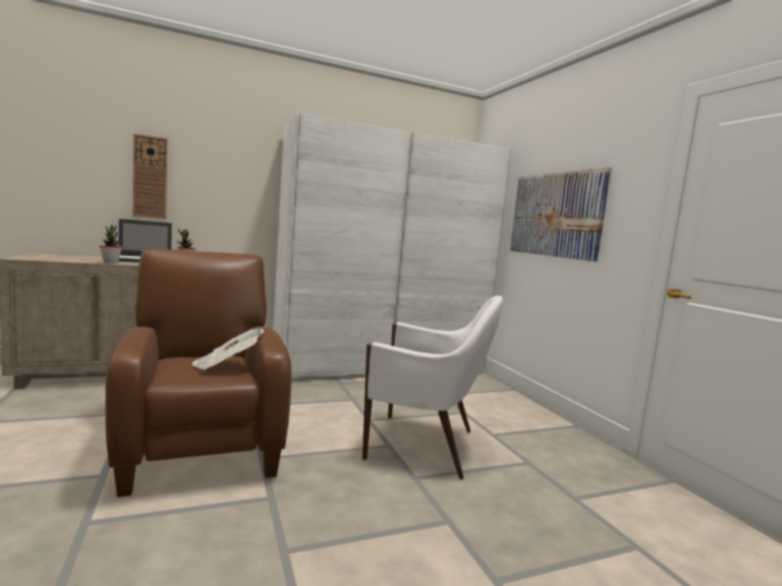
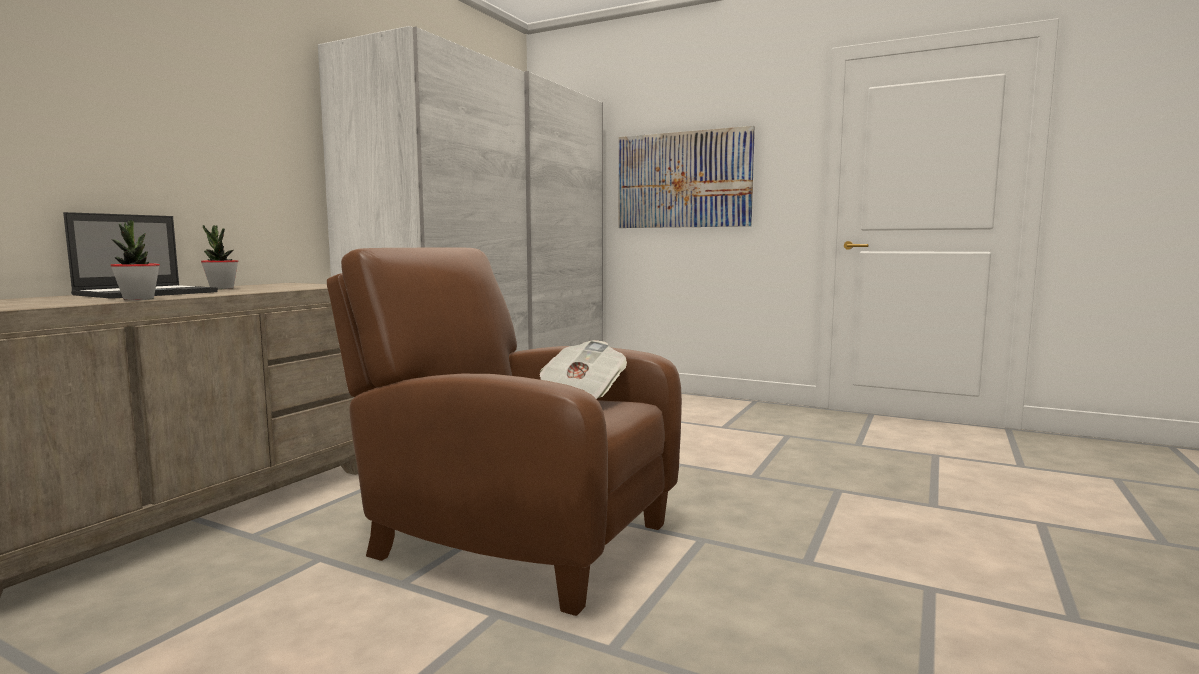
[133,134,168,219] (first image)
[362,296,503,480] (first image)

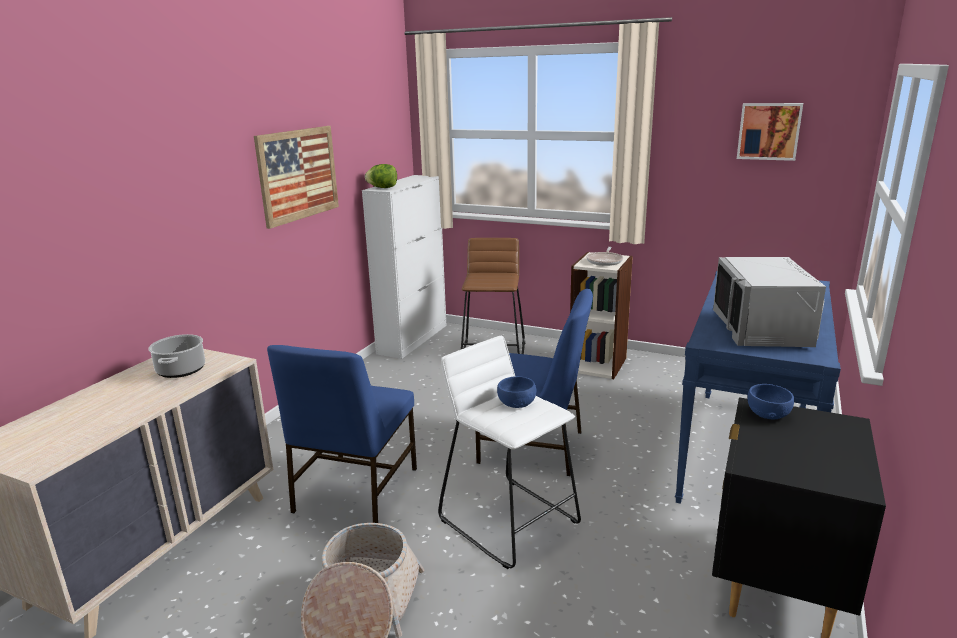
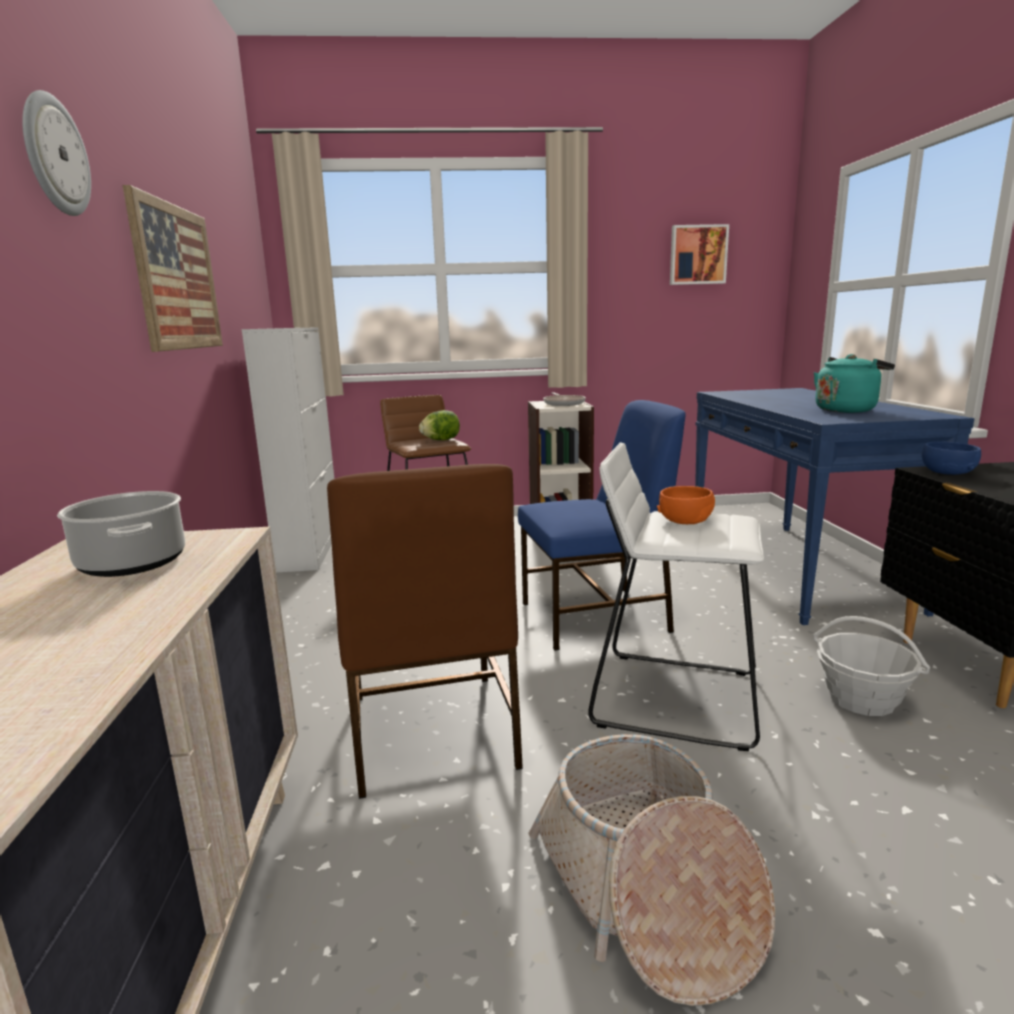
[419,410,460,440]
[814,354,895,413]
[327,464,523,799]
[657,486,715,524]
[22,90,91,216]
[813,616,930,716]

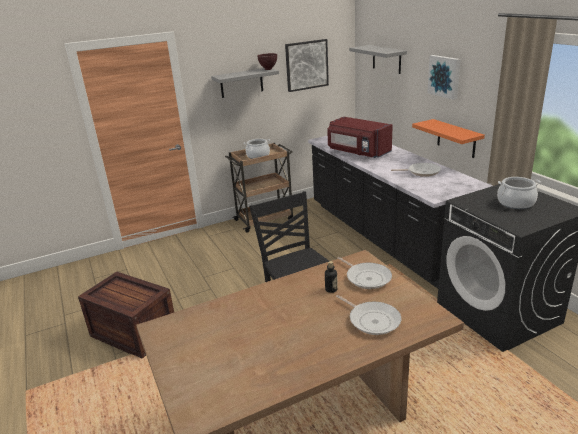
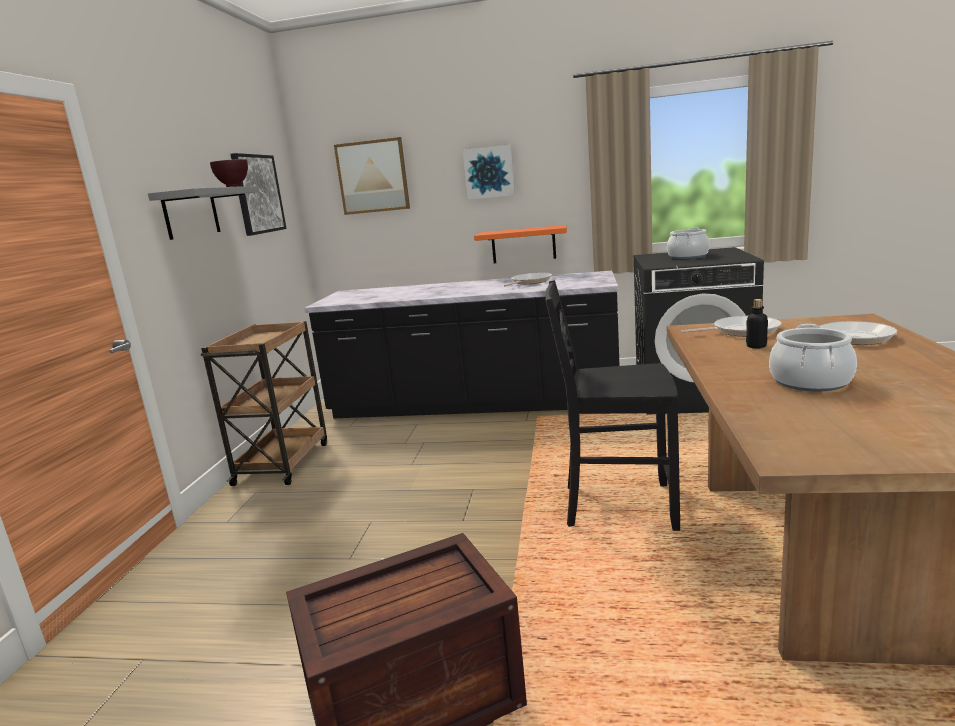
[334,137,410,215]
[327,117,393,158] (first image)
[769,324,857,391]

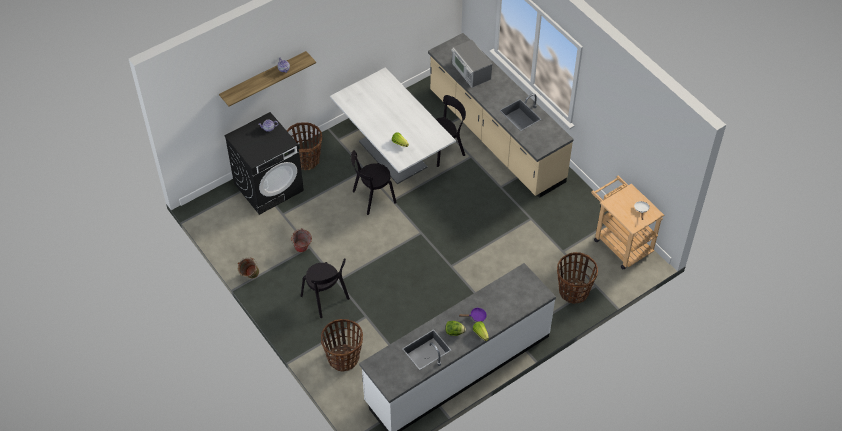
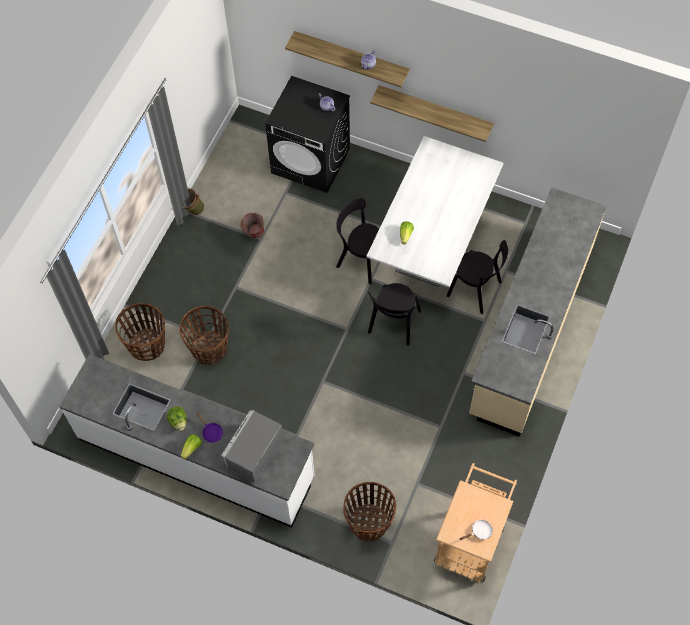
[222,410,283,483]
[179,306,229,365]
[368,283,421,346]
[370,85,494,142]

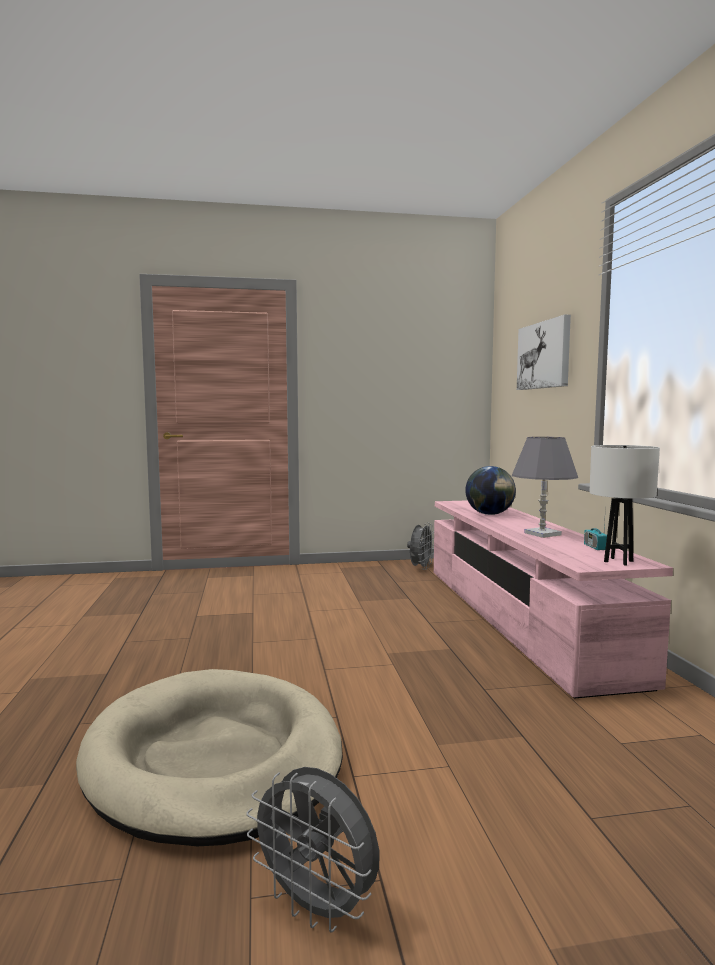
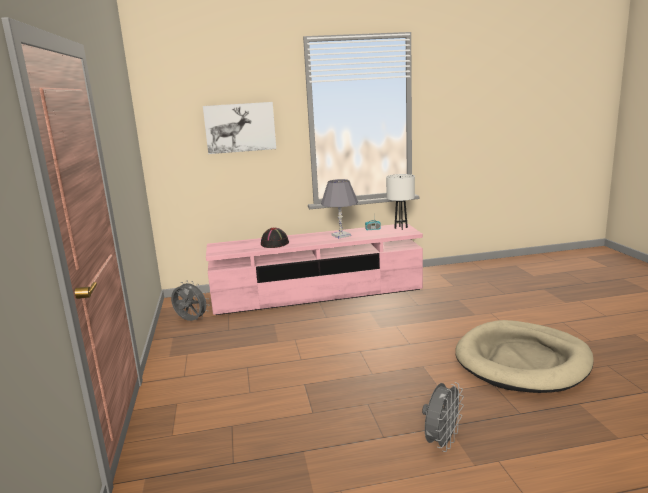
[261,228,289,248]
[422,382,464,452]

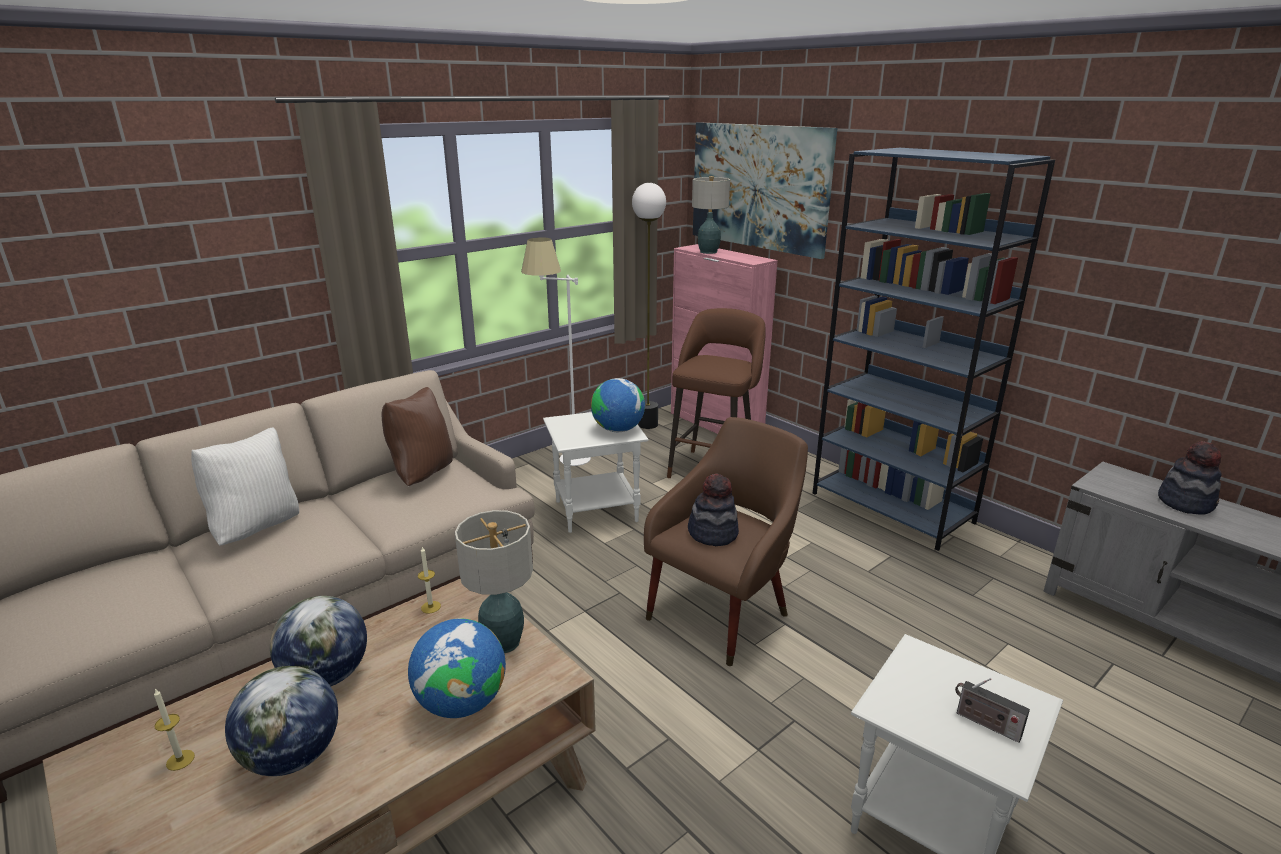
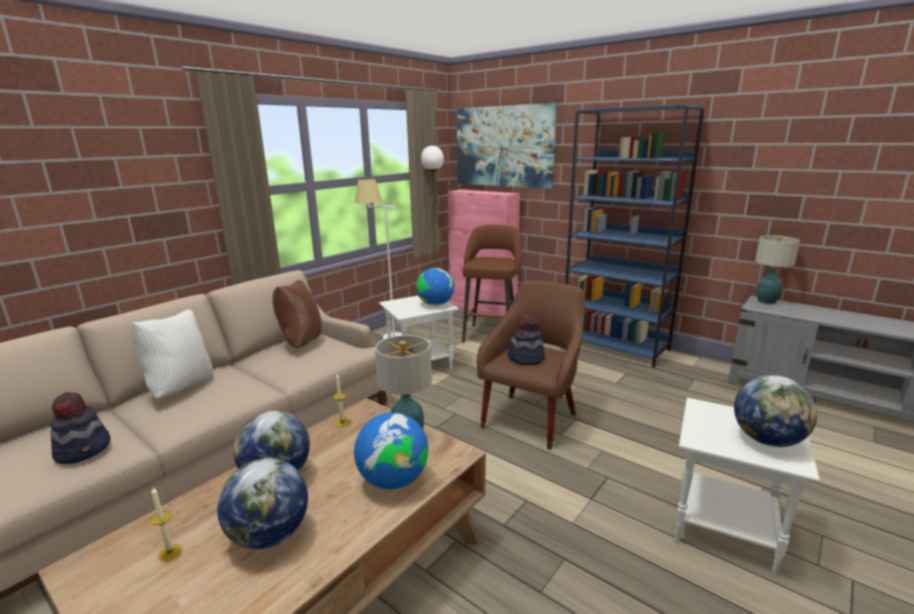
[755,236,800,304]
[50,392,111,464]
[734,375,817,447]

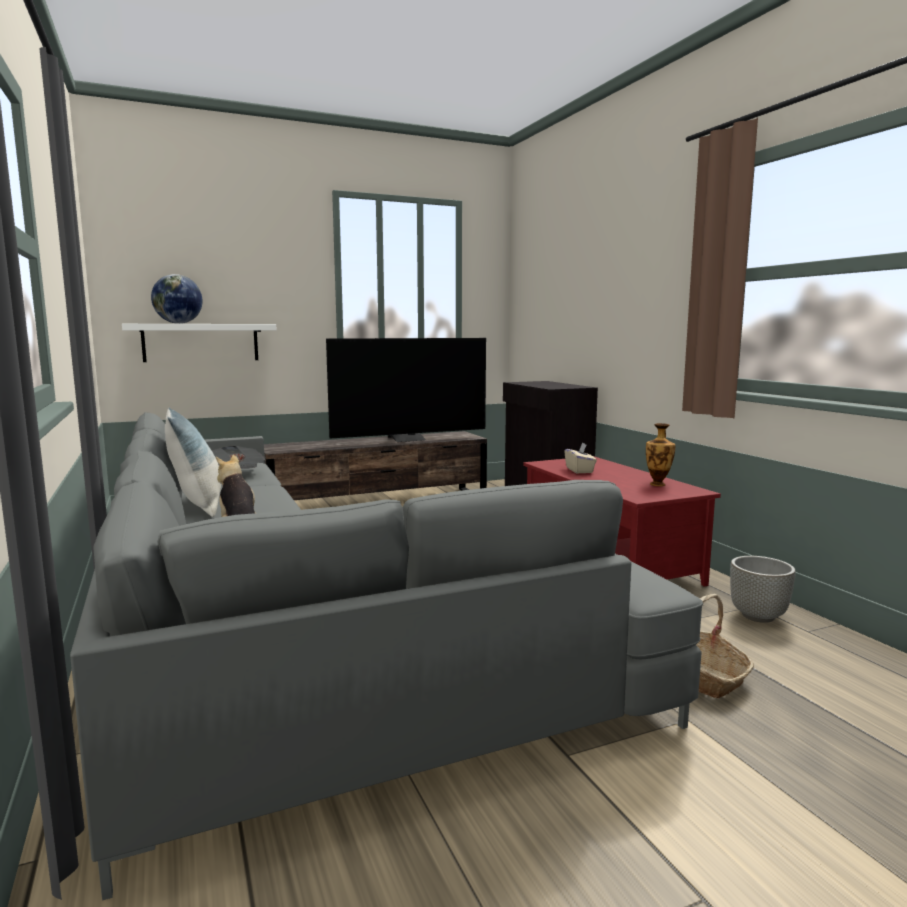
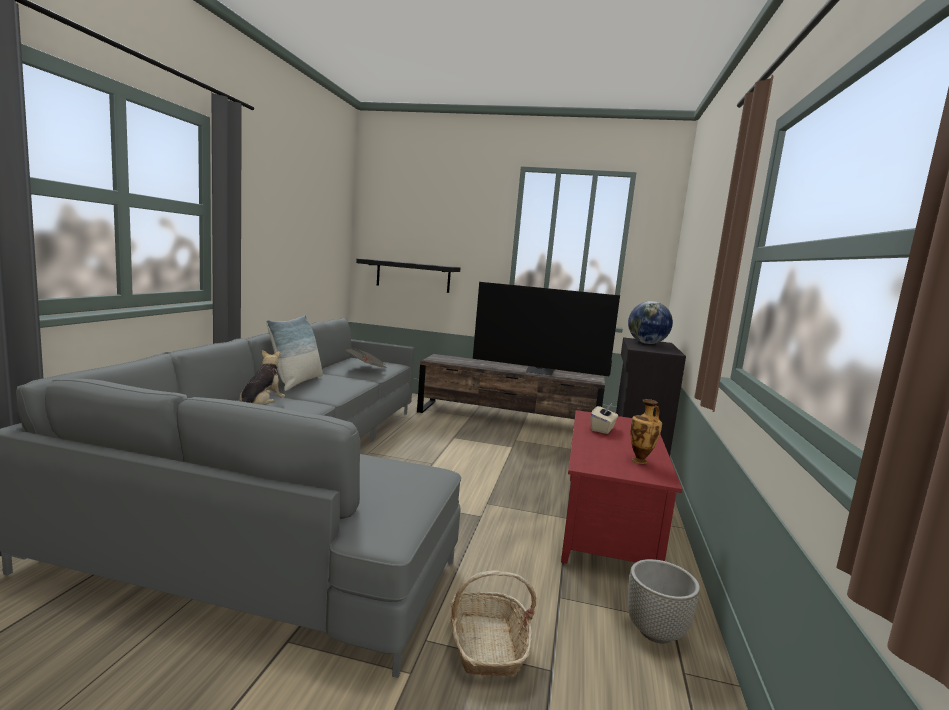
[628,301,673,344]
[356,259,460,293]

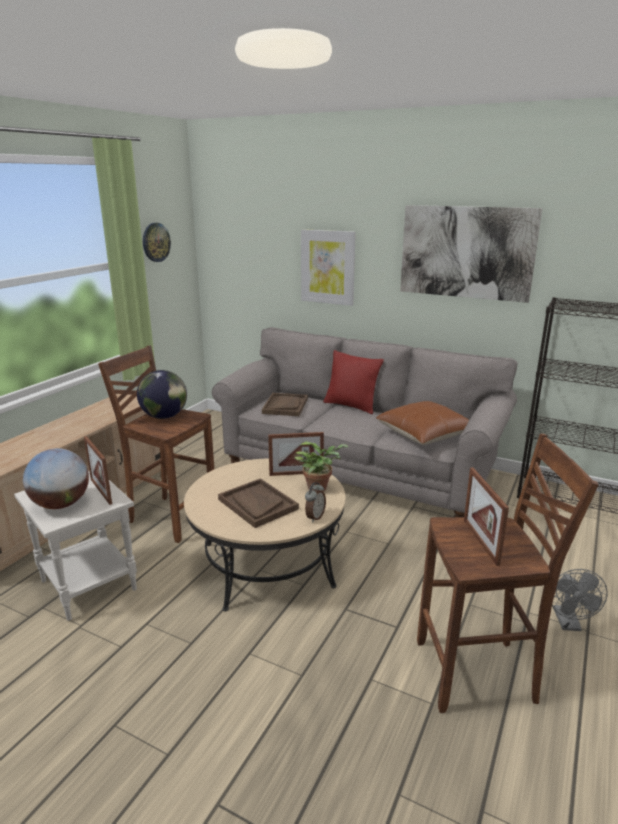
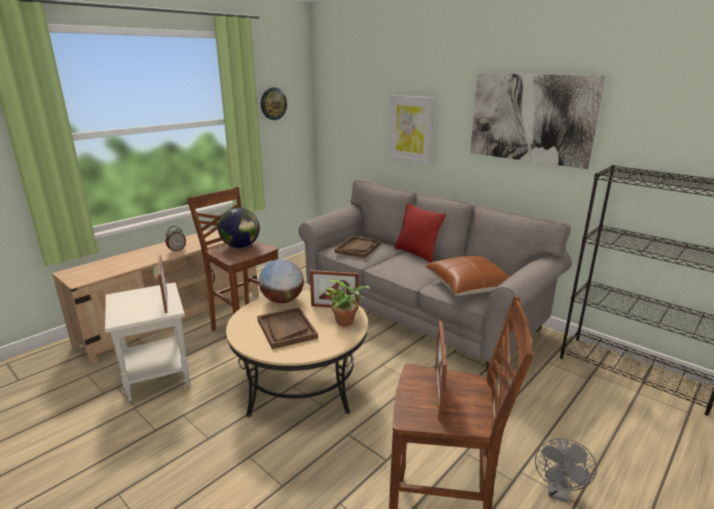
[259,259,304,303]
[165,226,186,252]

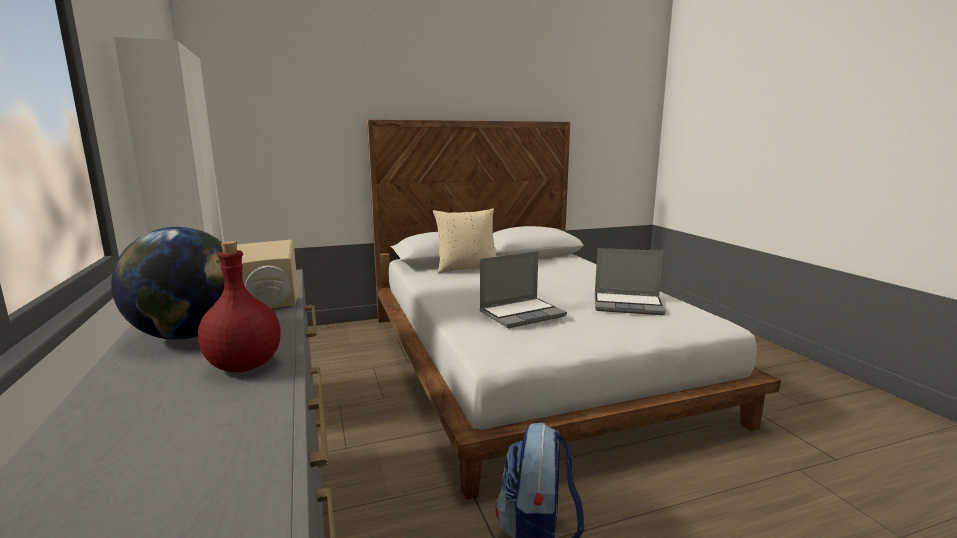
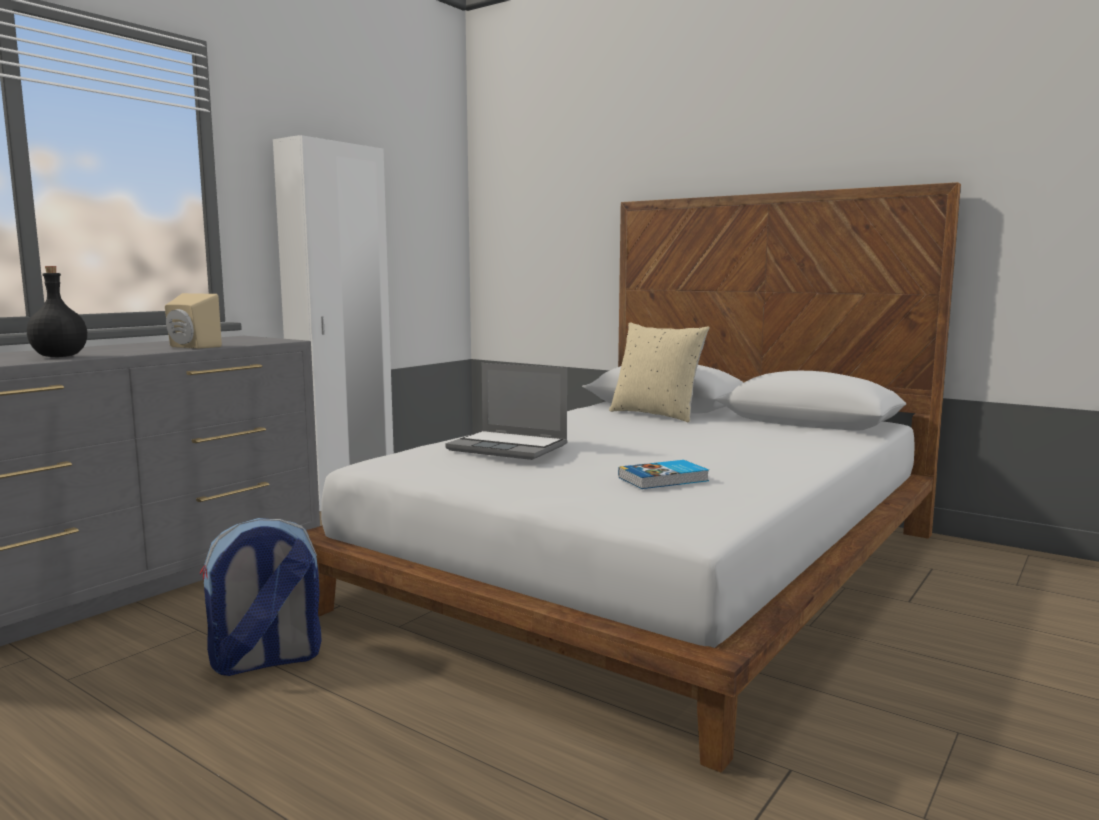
[111,227,225,340] (first image)
[27,266,87,357]
[618,460,709,489]

